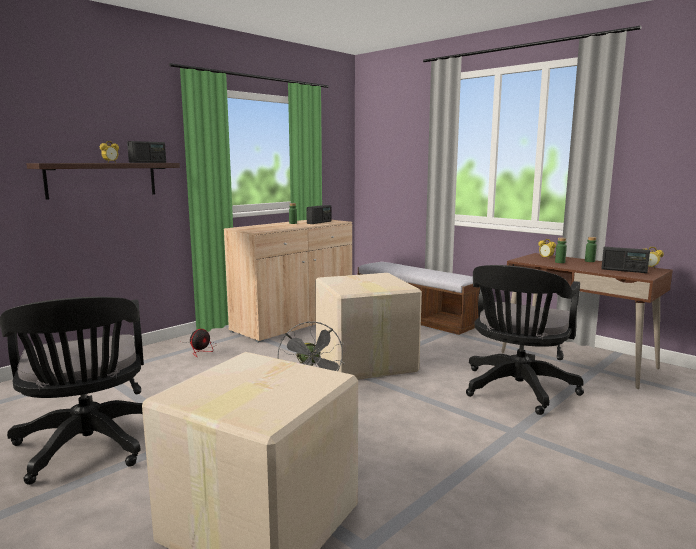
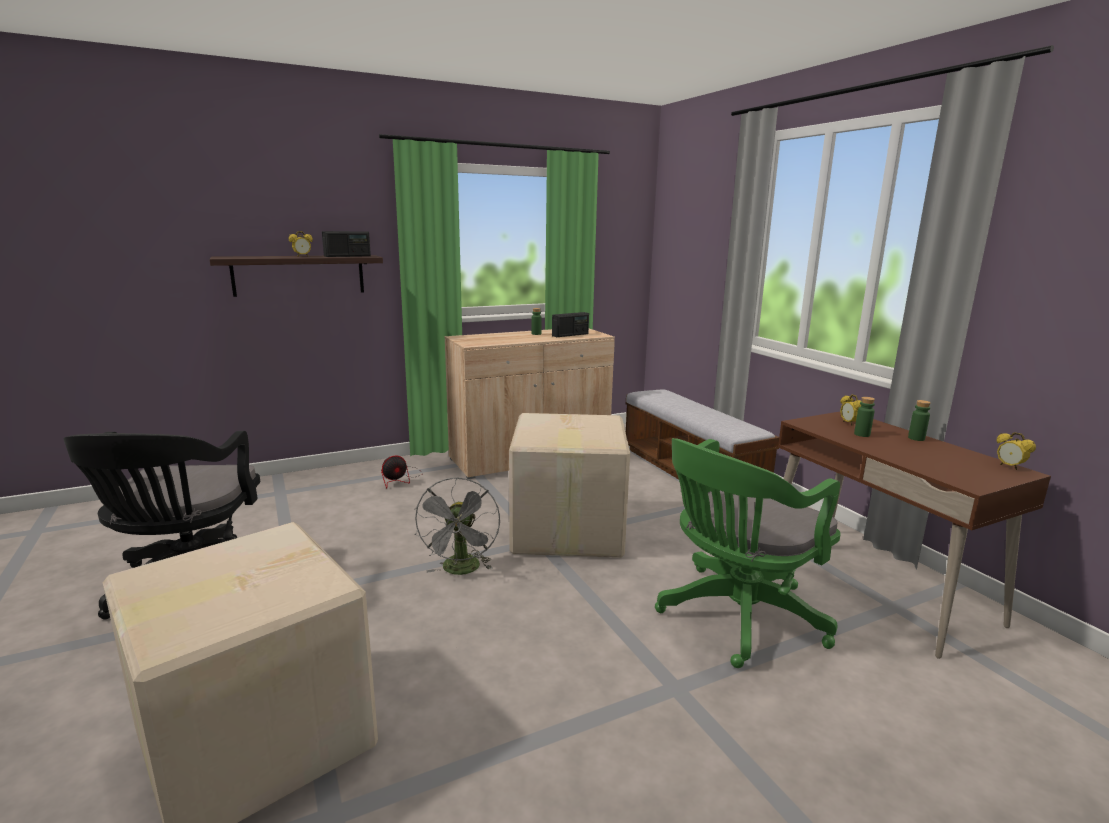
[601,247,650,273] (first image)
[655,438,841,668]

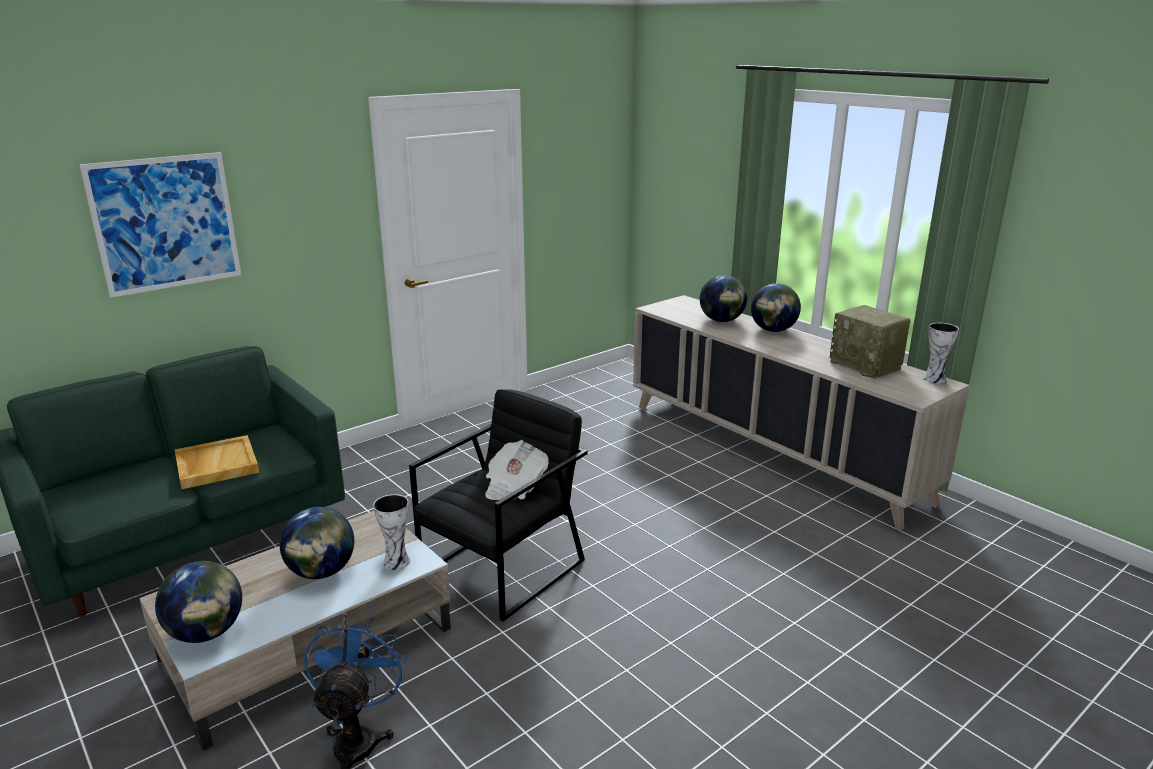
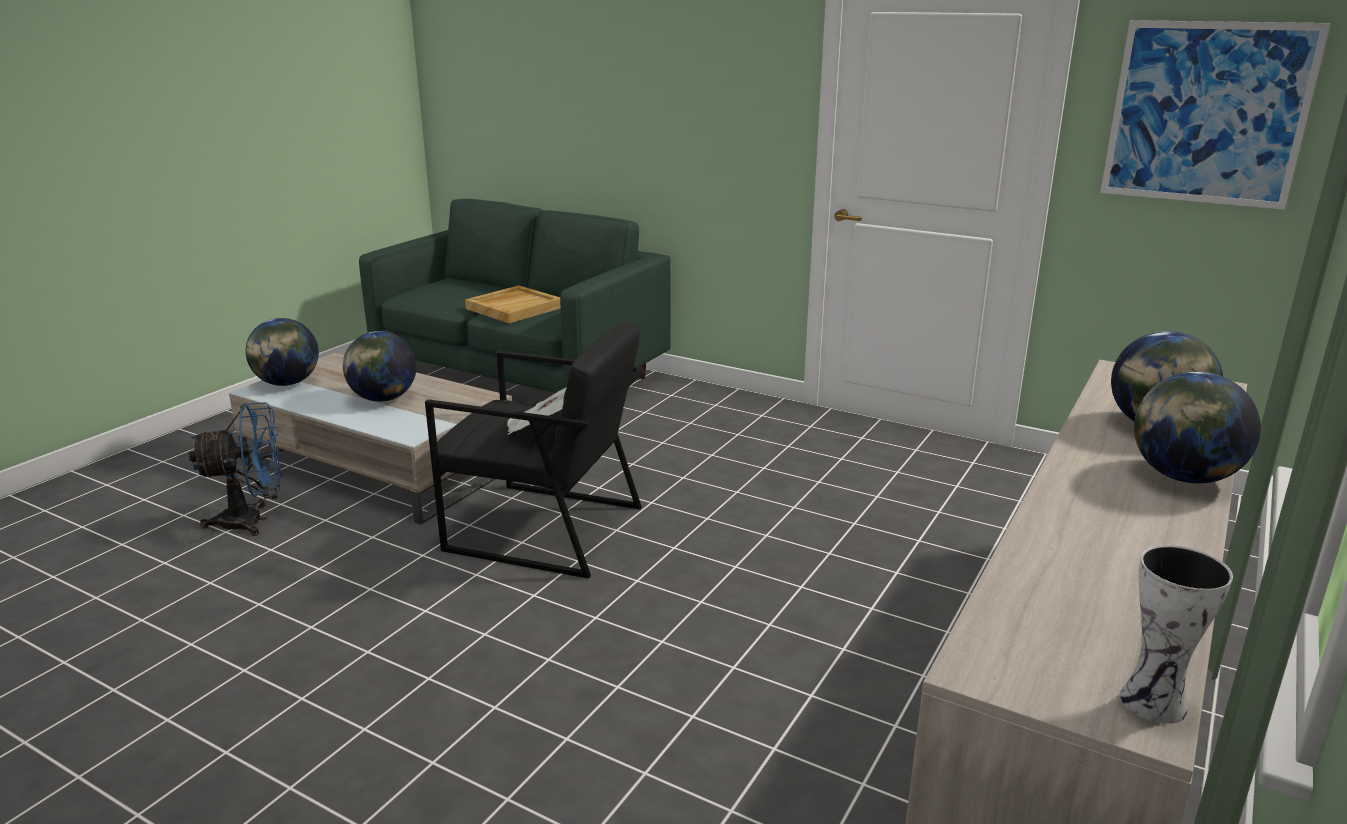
[1100,20,1331,210]
[829,305,910,379] (first image)
[373,494,410,570] (first image)

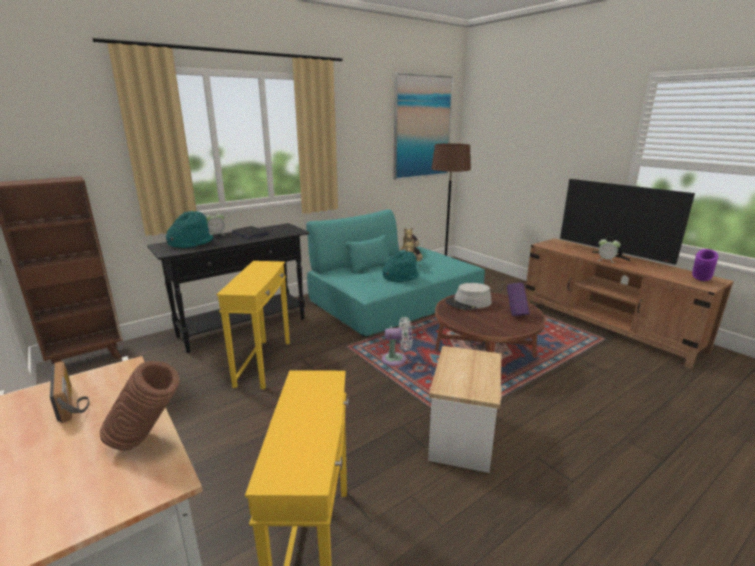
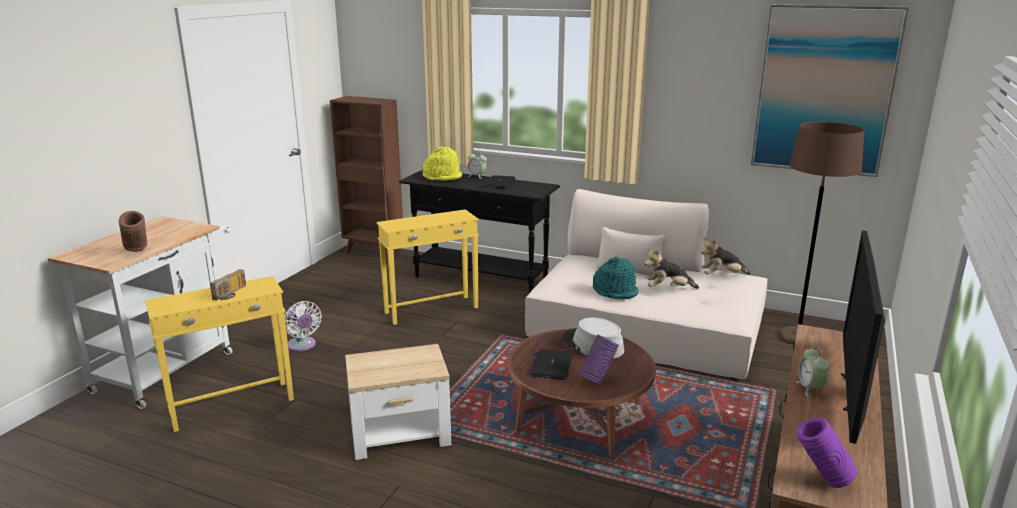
[525,189,767,380]
[422,147,462,181]
[285,301,322,352]
[210,269,246,301]
[529,349,573,380]

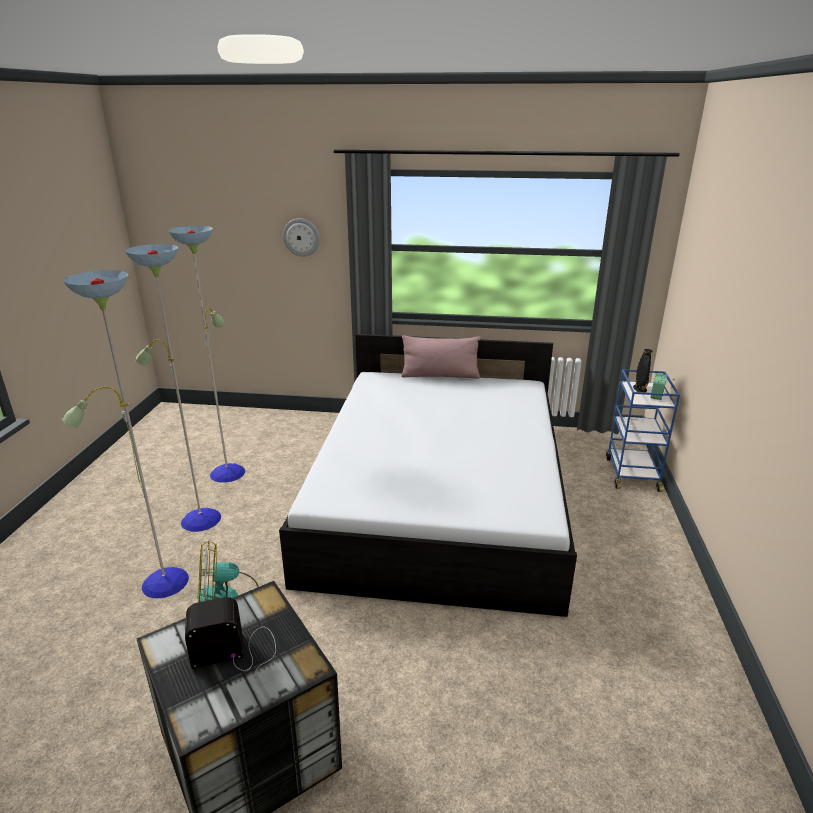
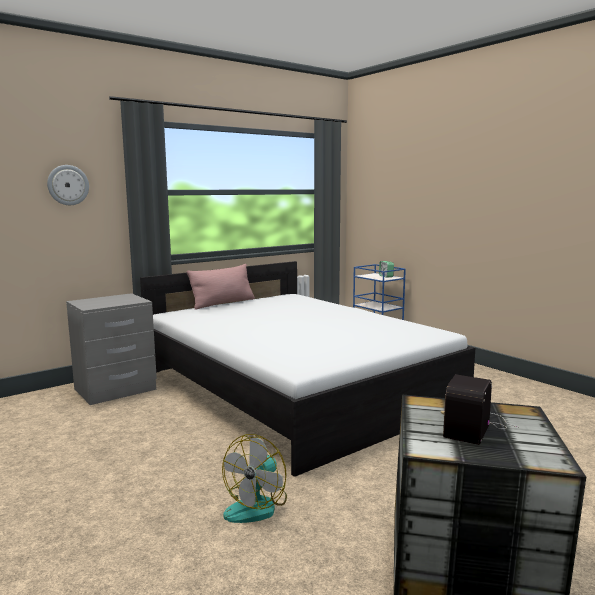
[62,226,245,598] (first image)
[633,349,653,392] (first image)
[66,293,157,405]

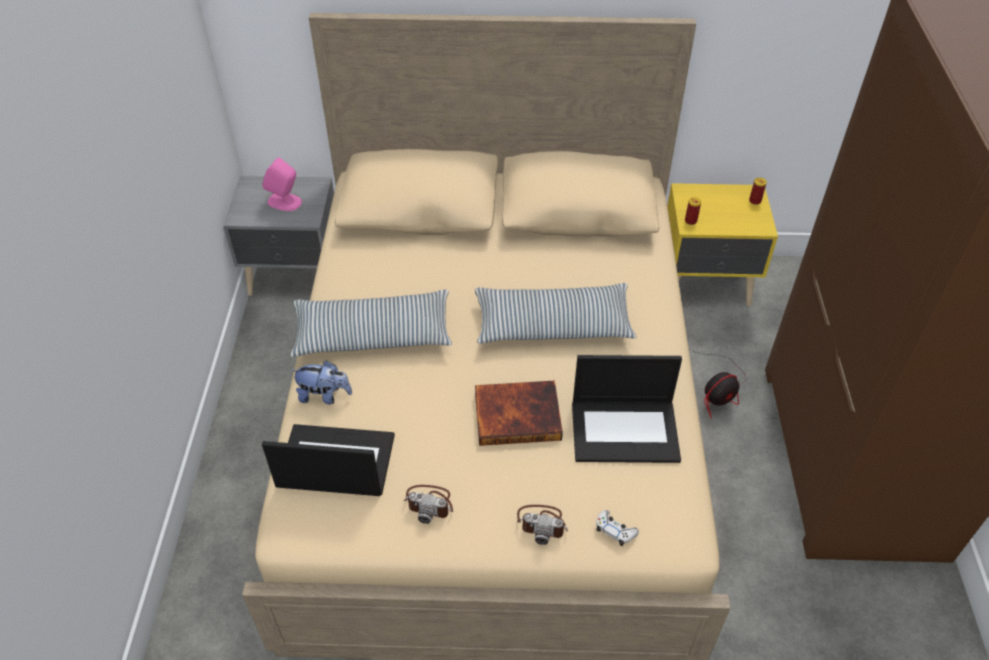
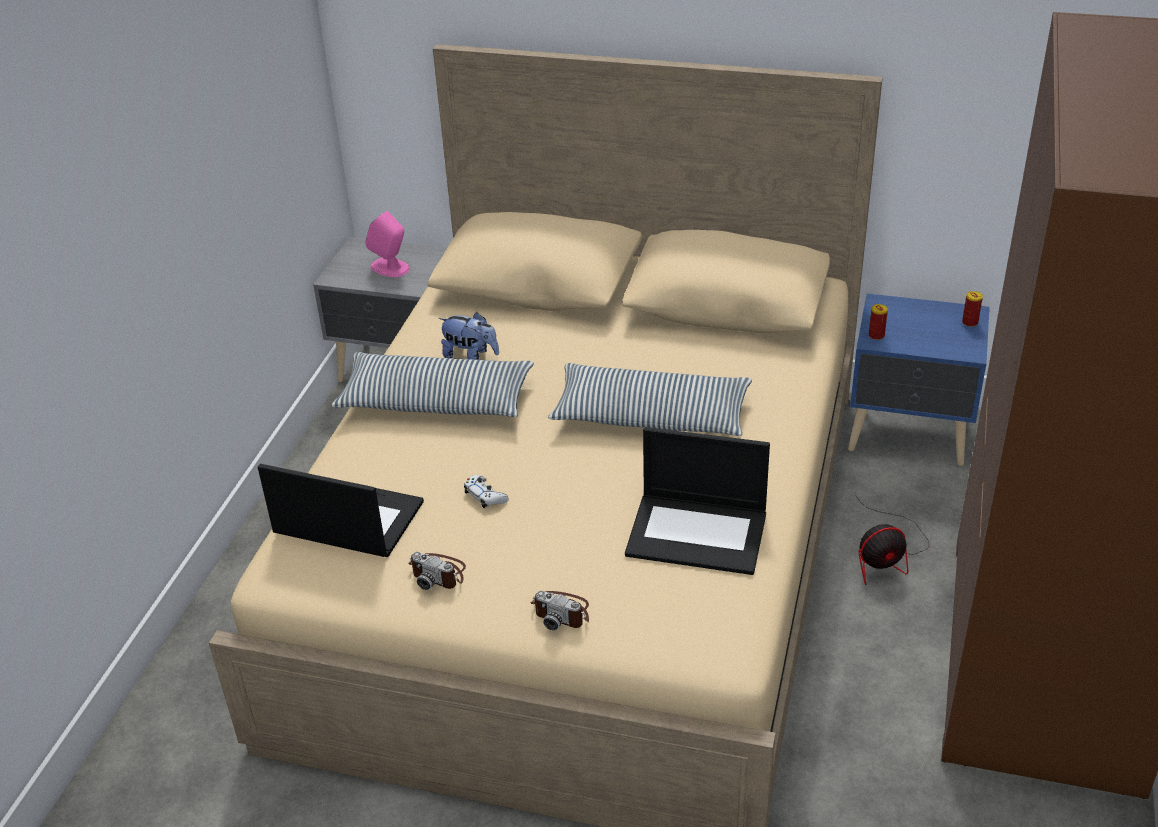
[848,293,990,466]
[438,312,499,360]
[475,381,563,446] (first image)
[464,475,509,508]

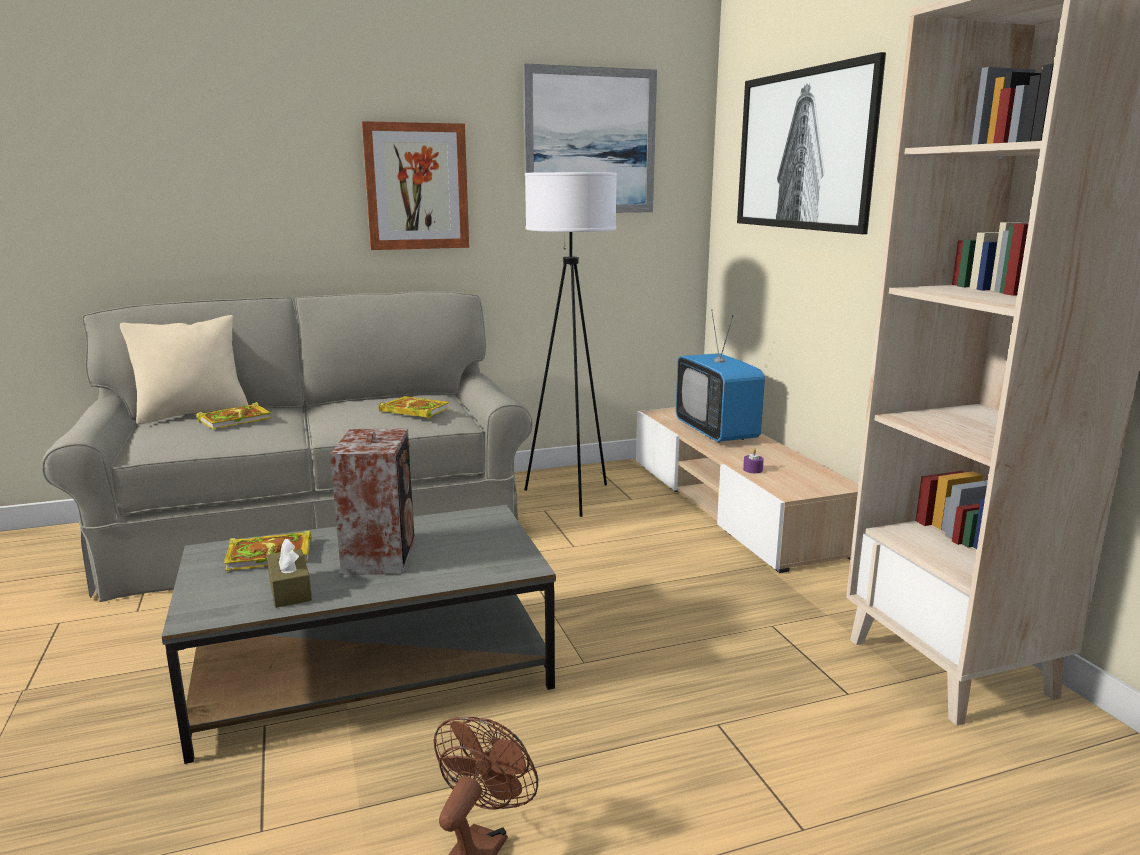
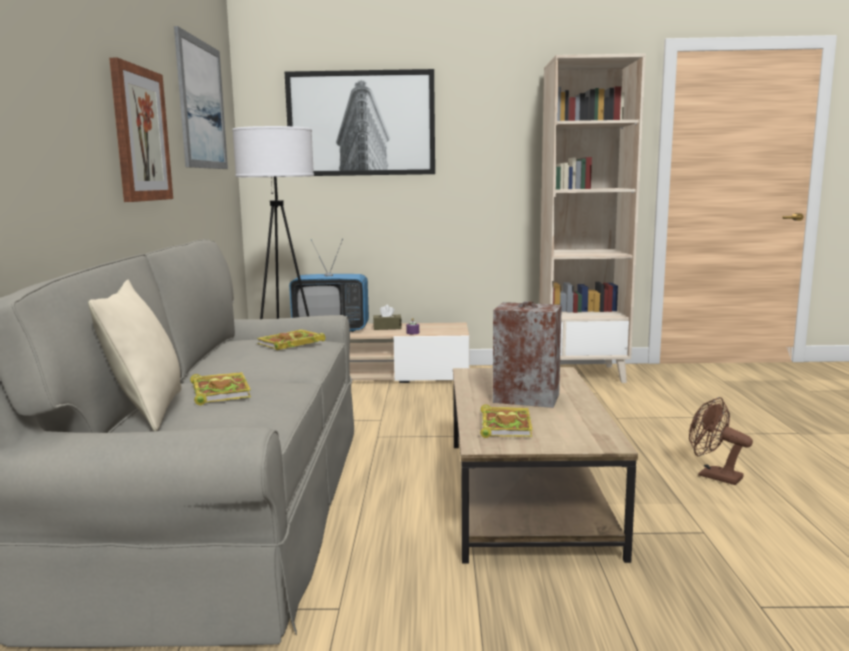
[453,367,638,564]
[373,305,402,330]

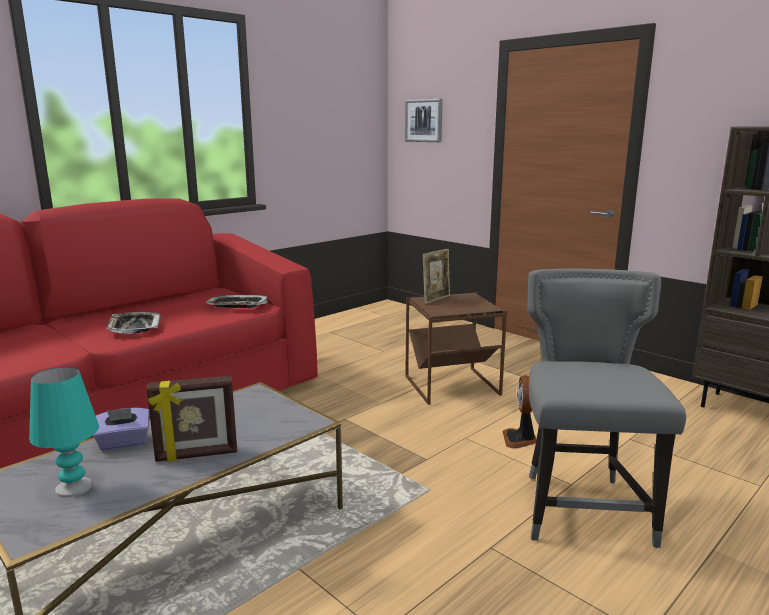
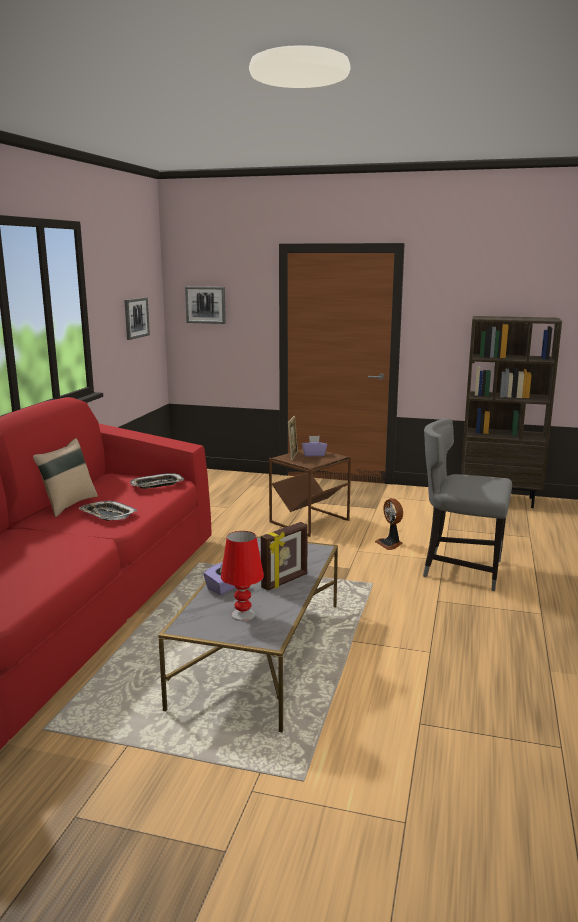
[423,419,512,591]
[221,531,264,621]
[124,297,150,340]
[302,436,327,456]
[33,438,98,517]

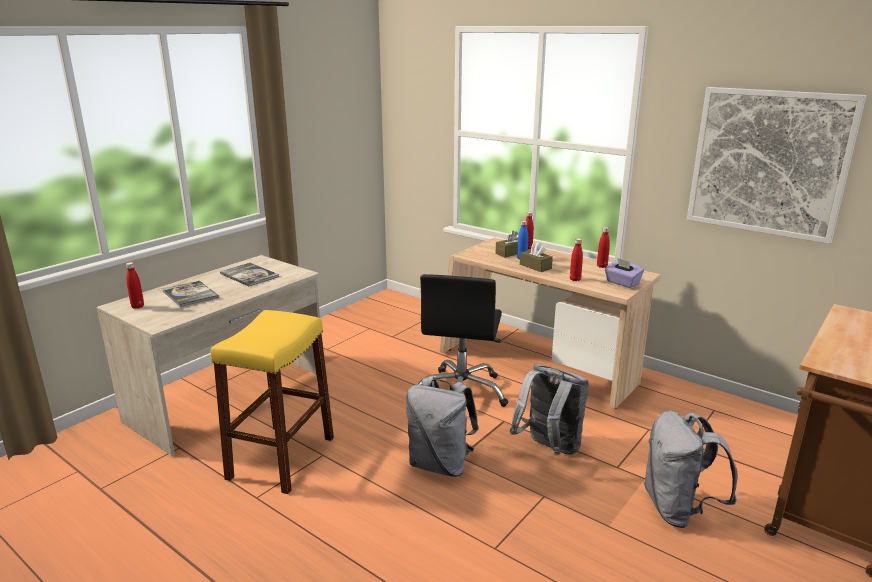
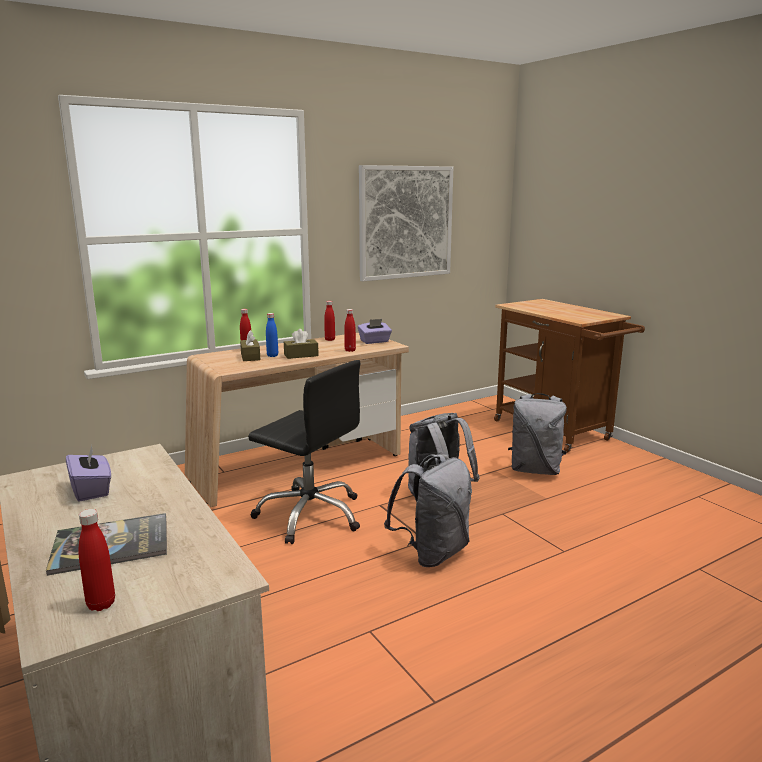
[66,445,111,502]
[210,310,334,494] (first image)

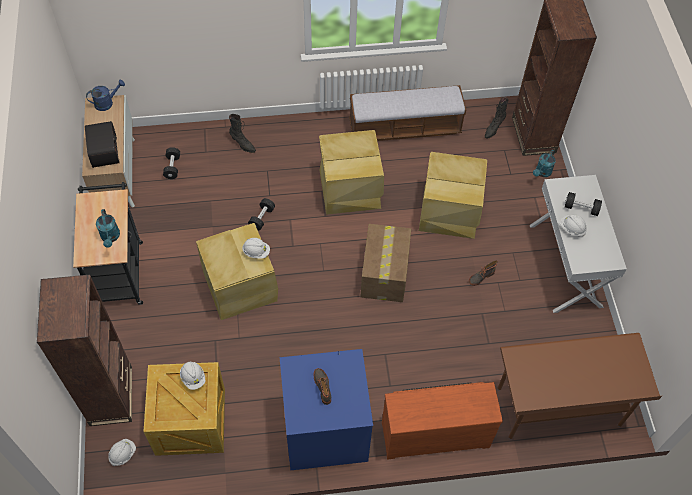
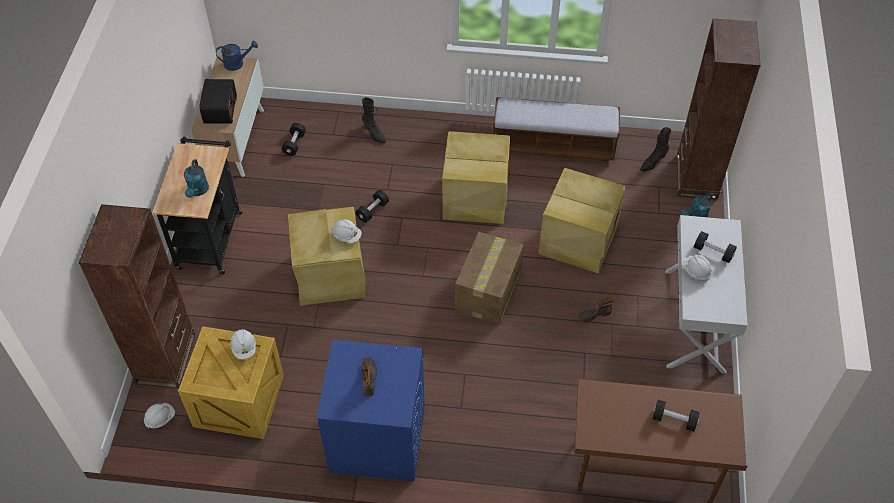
[382,382,503,459] (first image)
[653,400,700,432]

